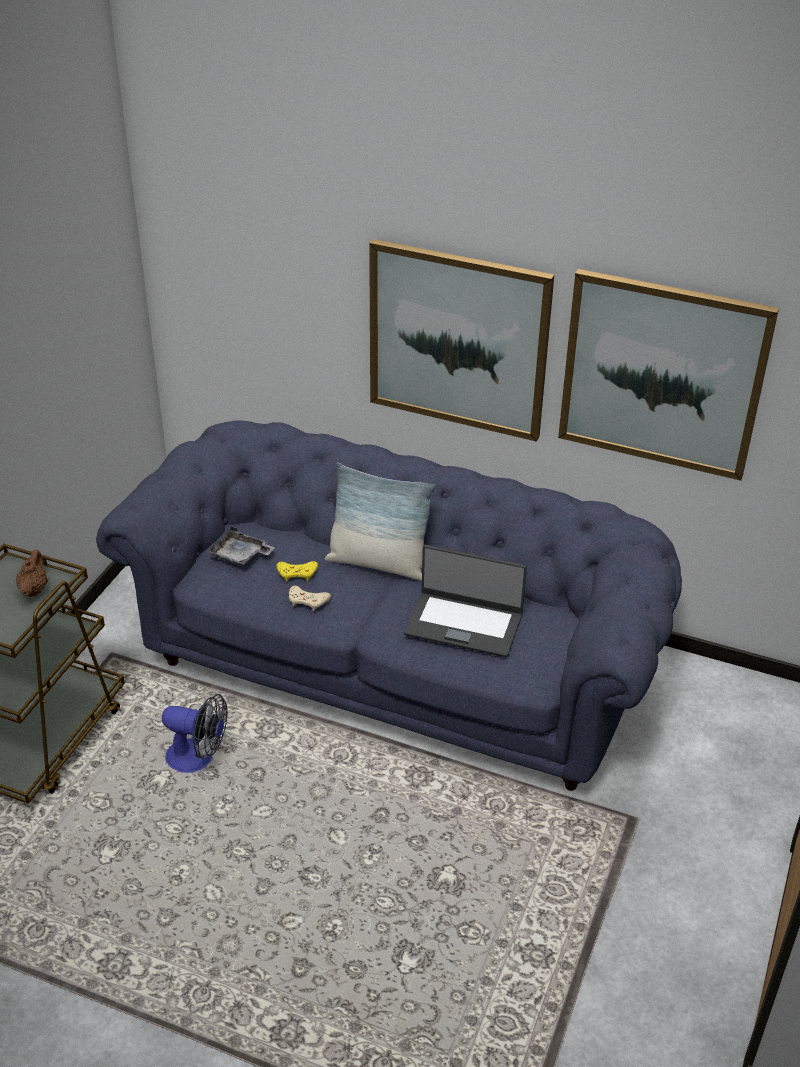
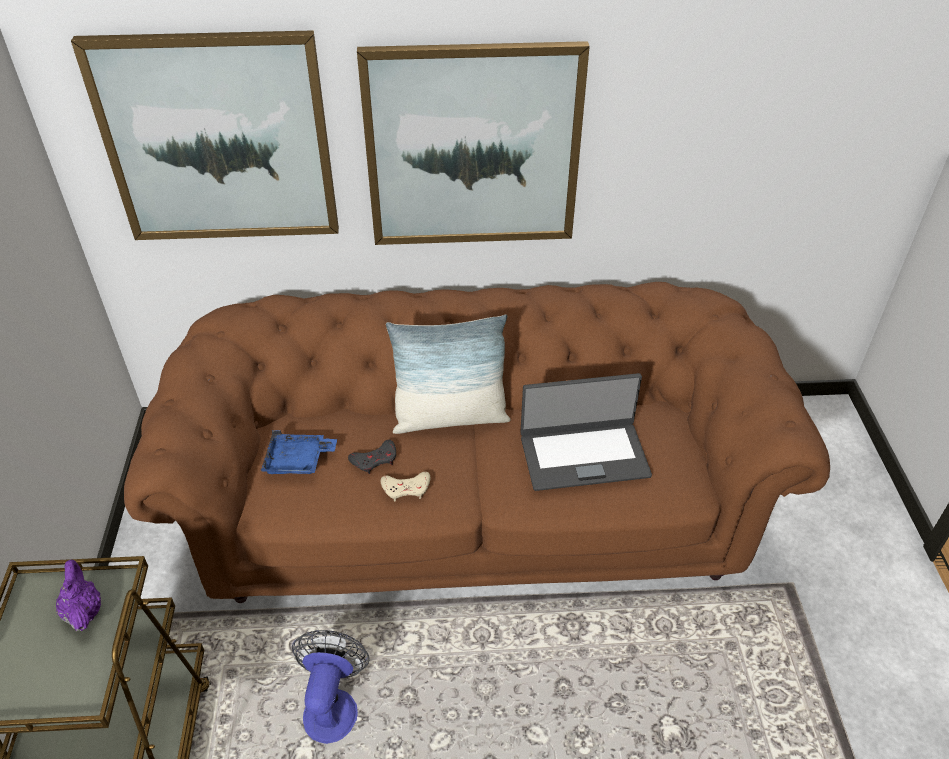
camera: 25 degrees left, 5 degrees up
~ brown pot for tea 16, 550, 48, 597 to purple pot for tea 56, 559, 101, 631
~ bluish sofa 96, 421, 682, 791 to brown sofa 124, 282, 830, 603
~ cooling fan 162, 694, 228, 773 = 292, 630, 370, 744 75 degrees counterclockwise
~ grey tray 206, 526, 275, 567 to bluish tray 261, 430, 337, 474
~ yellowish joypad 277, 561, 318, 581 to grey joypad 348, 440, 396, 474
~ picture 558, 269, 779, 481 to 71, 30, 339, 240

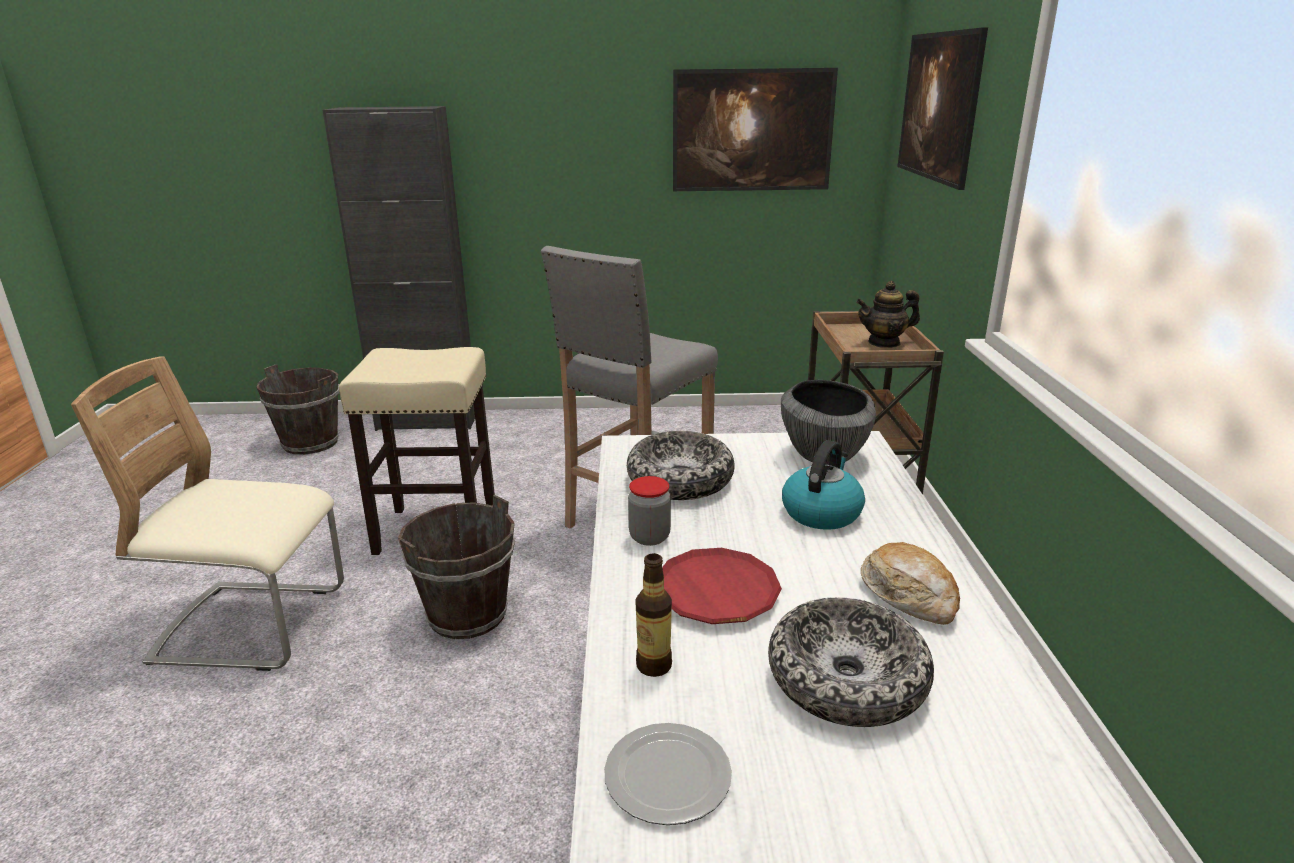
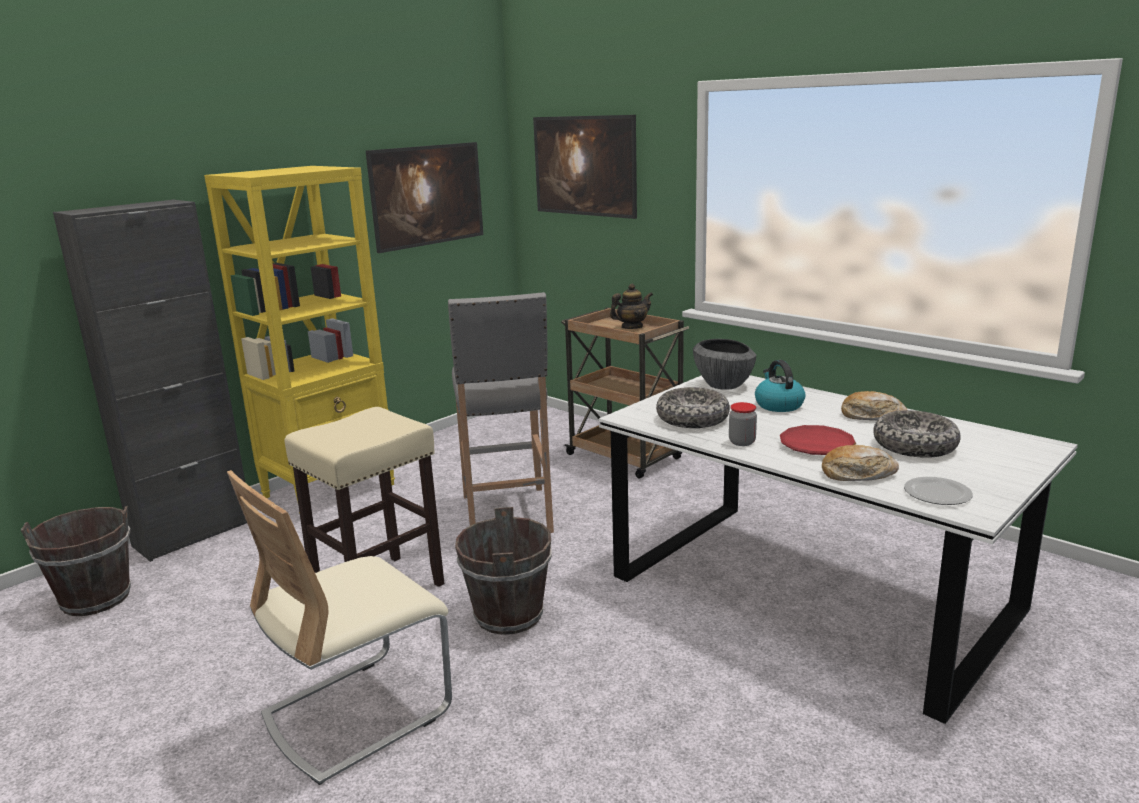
camera: 45 degrees left, 5 degrees down
~ drink bottle 636, 553, 672, 677 to baked bread 822, 445, 899, 481
~ pot for tea 856, 281, 920, 348 = 610, 284, 653, 329 150 degrees counterclockwise
+ yellowish bookshelf 204, 166, 395, 501

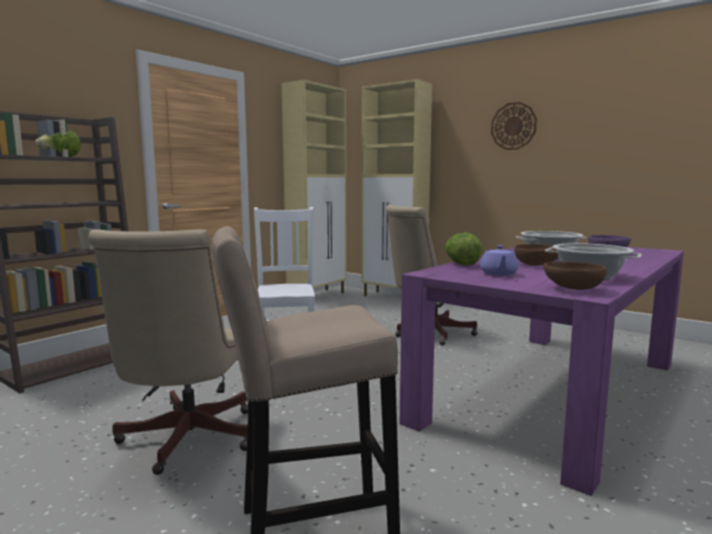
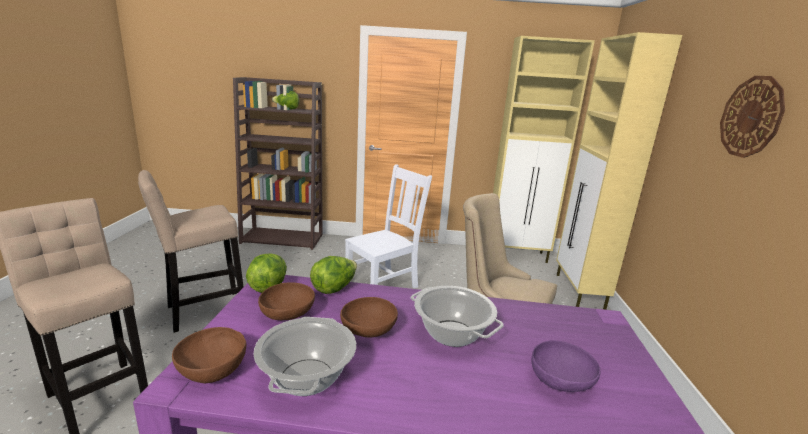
camera: 55 degrees right, 10 degrees up
~ beige-coloured computer chair 88, 229, 248, 475 to beige-coloured stool 138, 170, 244, 333
~ purple pot for tea 480, 245, 519, 276 to brown serving bowl 258, 282, 315, 320
+ lettuce head 246, 253, 287, 293

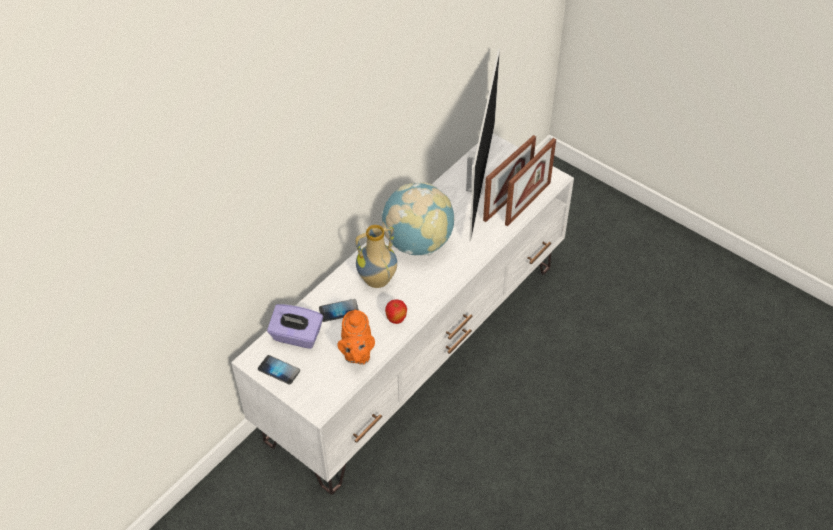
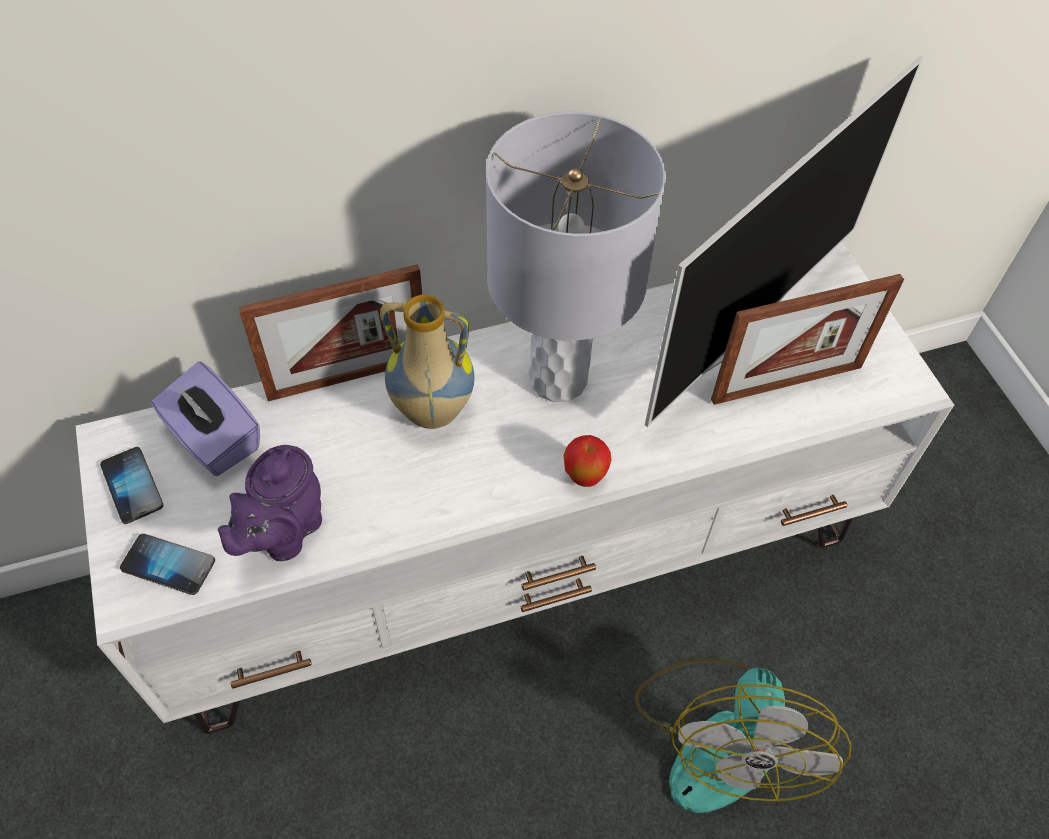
camera: 30 degrees right, 5 degrees up
~ handset 319, 299, 359, 322 to 120, 534, 215, 595
~ orange pot for tea 337, 310, 375, 365 to purple pot for tea 218, 445, 322, 561
~ globe 382, 182, 454, 256 to grey tabletop lamp 486, 112, 666, 402
~ apple 385, 299, 407, 324 to 563, 435, 612, 487
~ standing frame 505, 138, 556, 226 to 238, 264, 422, 401
+ cooling fan 635, 659, 851, 813

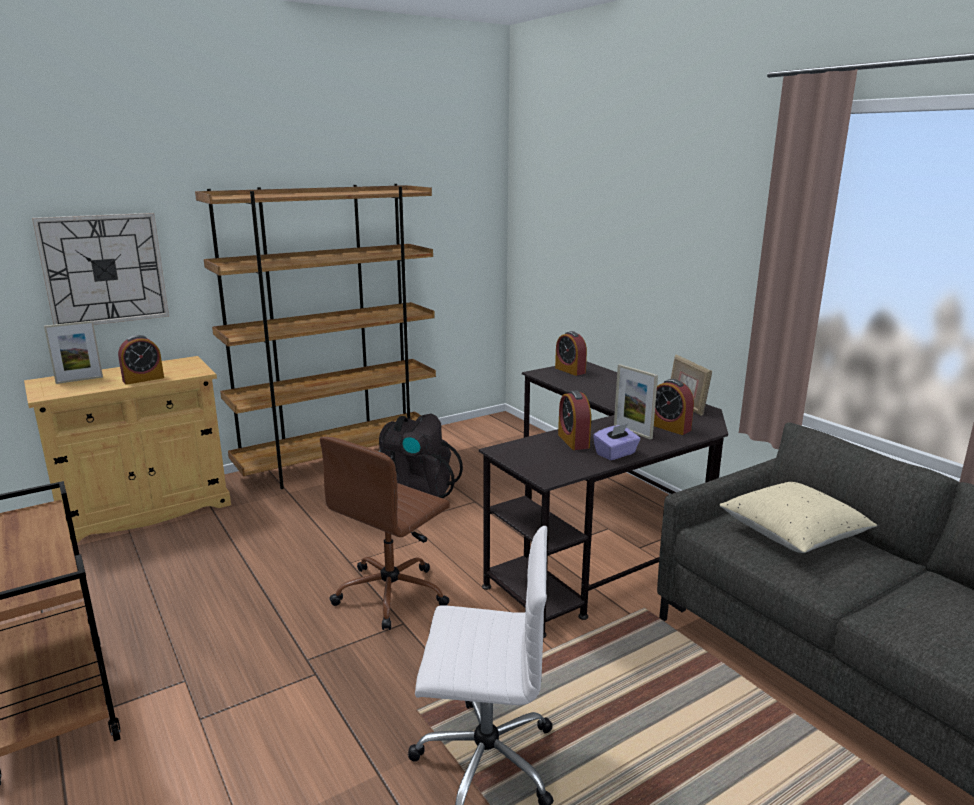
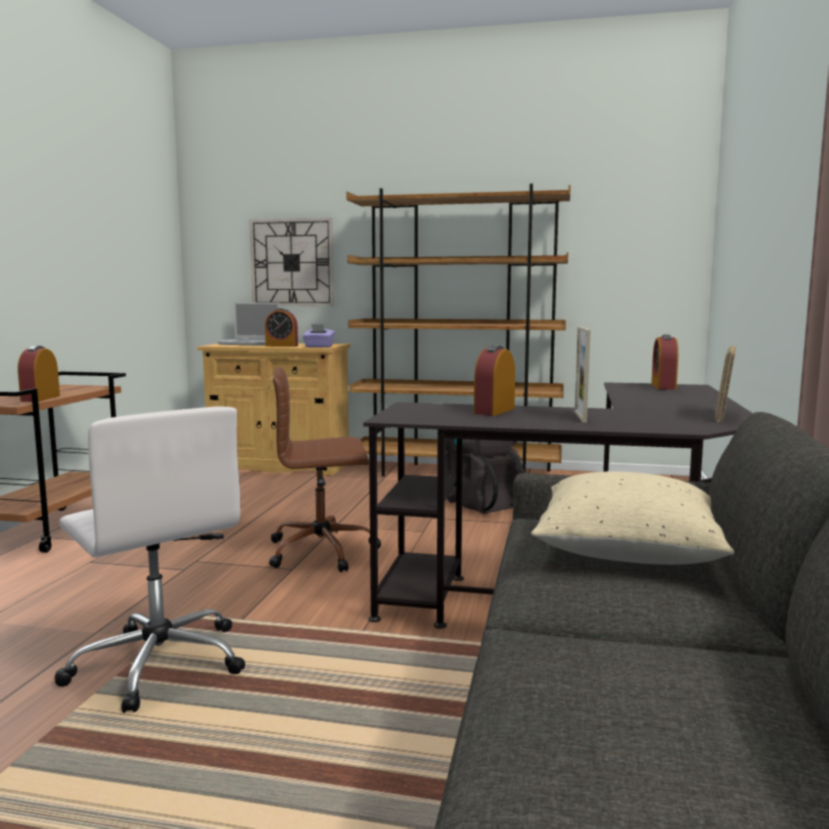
camera: 45 degrees right, 10 degrees down
~ standing frame 44, 321, 103, 384 to portable computer 217, 302, 280, 346
~ purple tissue box 593, 424, 640, 460 to 302, 324, 335, 348
~ bedside clock 654, 379, 694, 435 to 18, 346, 60, 402

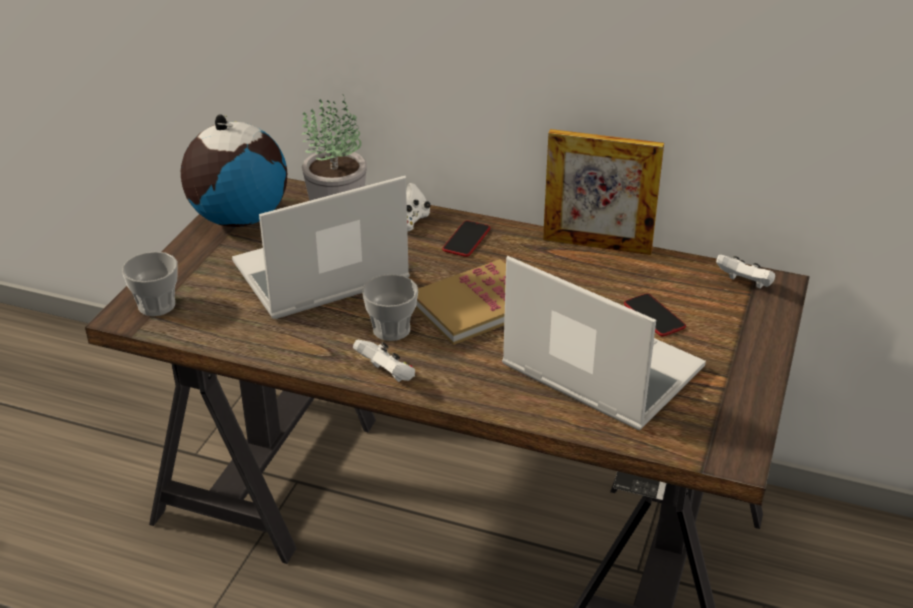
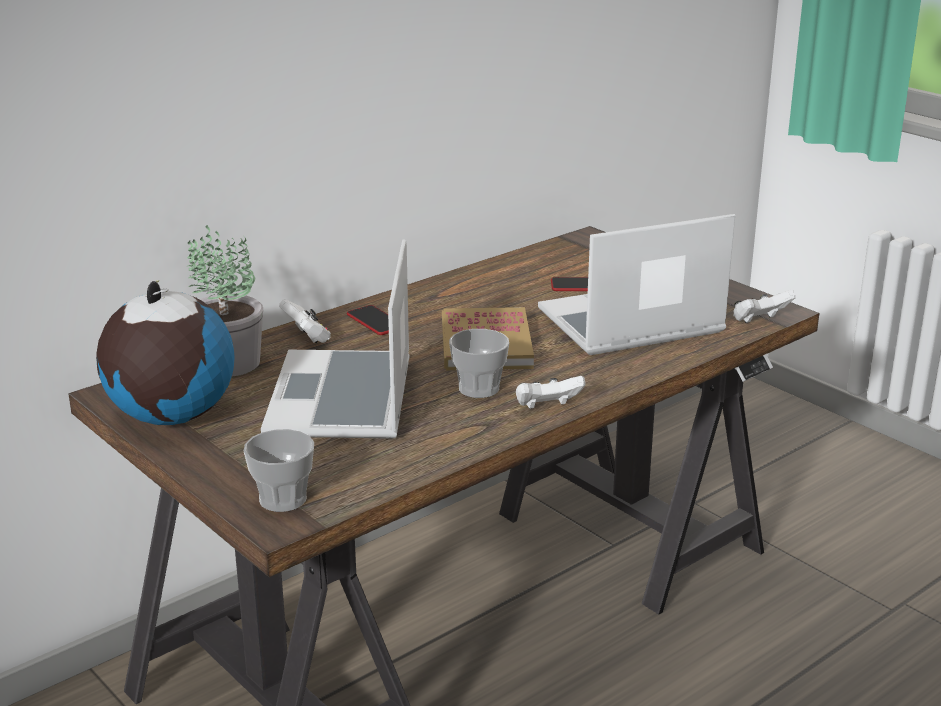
camera: 60 degrees left, 10 degrees down
- standing frame 543, 129, 664, 255
~ white-coloured joypad 716, 255, 775, 289 to 733, 290, 795, 323

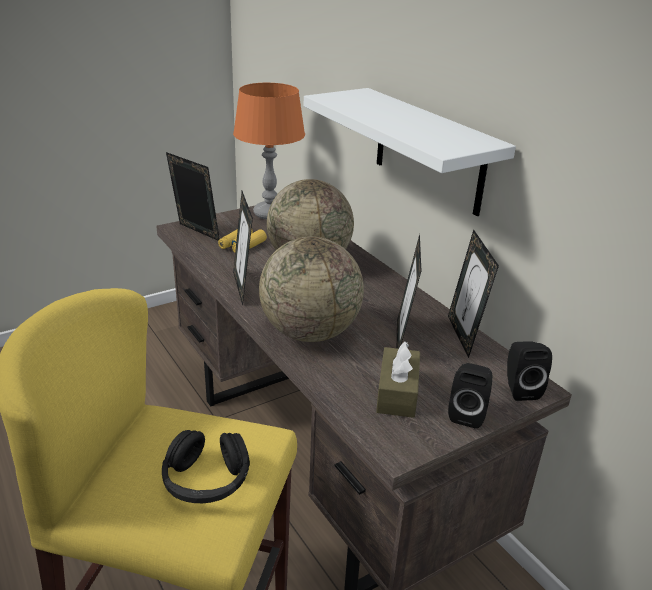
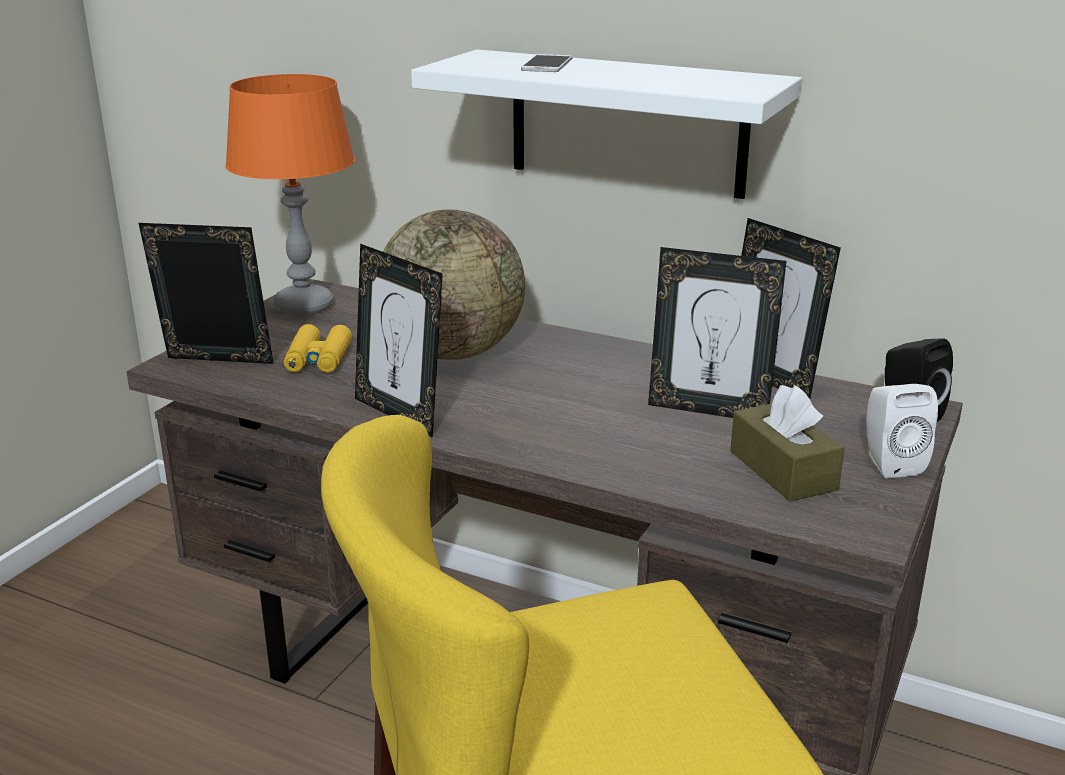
camera: 30 degrees left, 5 degrees down
- blackish headphones 162, 430, 250, 503
- globe 259, 237, 364, 342
~ standing frame 397, 234, 421, 349 = 648, 247, 786, 418 45 degrees counterclockwise
~ blackish audio speaker 448, 363, 492, 428 to white-coloured audio speaker 866, 384, 938, 478
+ handset 521, 54, 573, 72

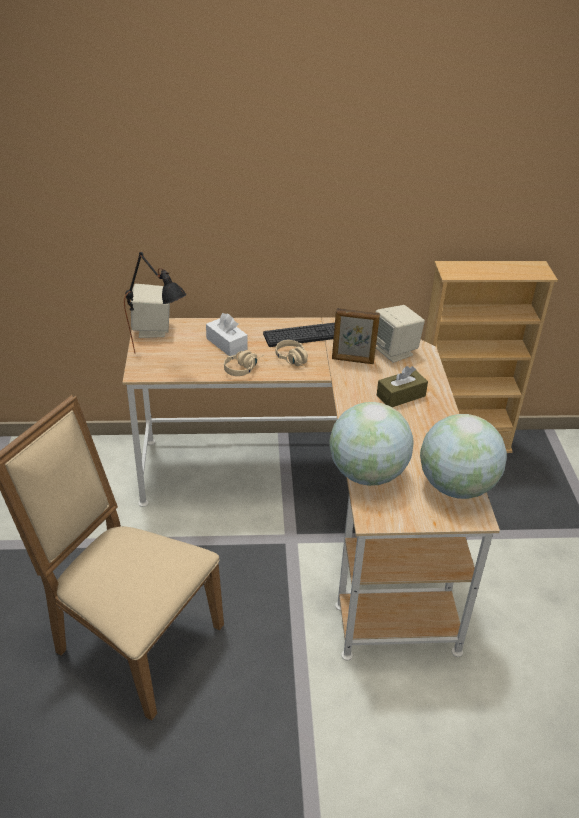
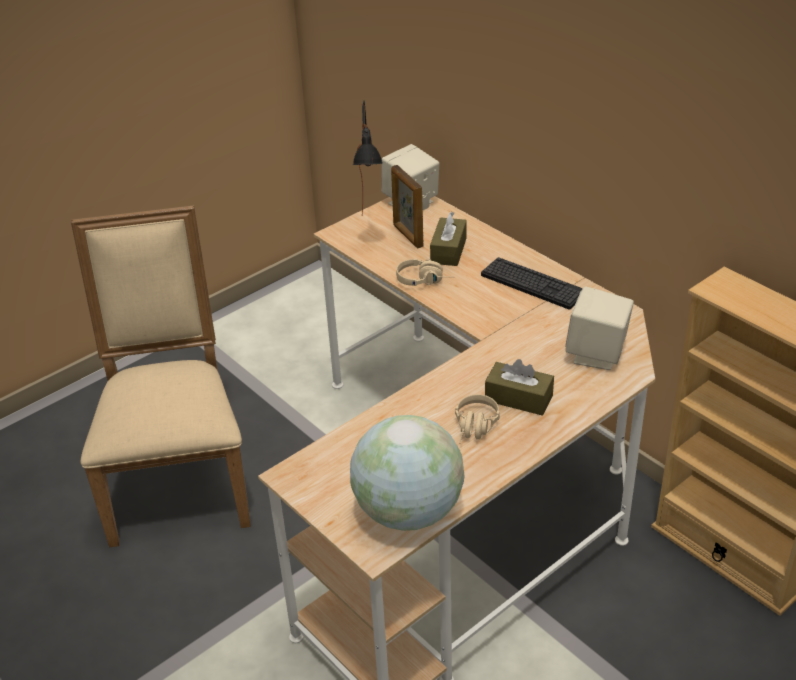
camera: 55 degrees right, 0 degrees up
~ white-coloured tissue box 206, 313, 248, 356 to brown tissue box 430, 212, 467, 266
~ beige-coloured headphones 276, 340, 308, 367 to 455, 394, 500, 444
- globe 329, 402, 414, 486
~ standing frame 332, 308, 380, 364 to 391, 165, 423, 248

